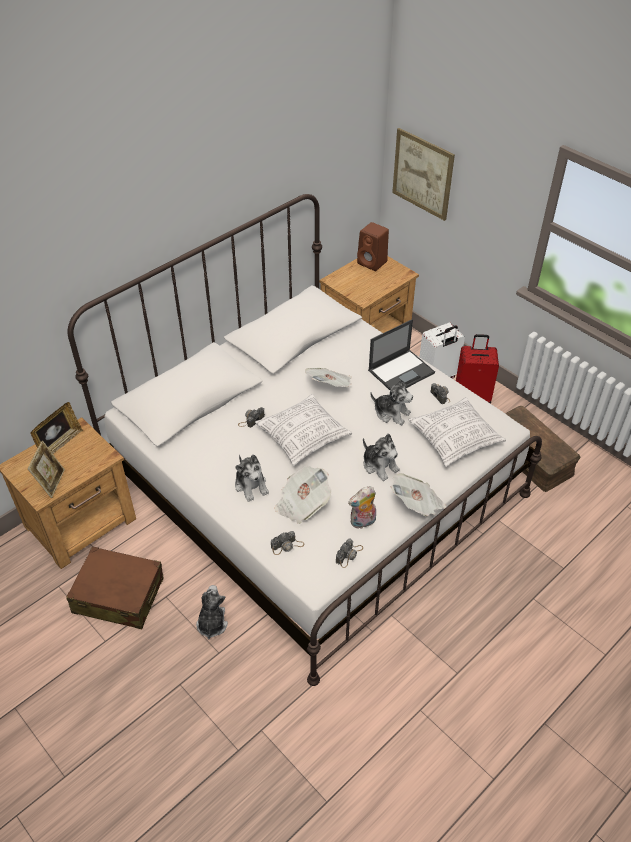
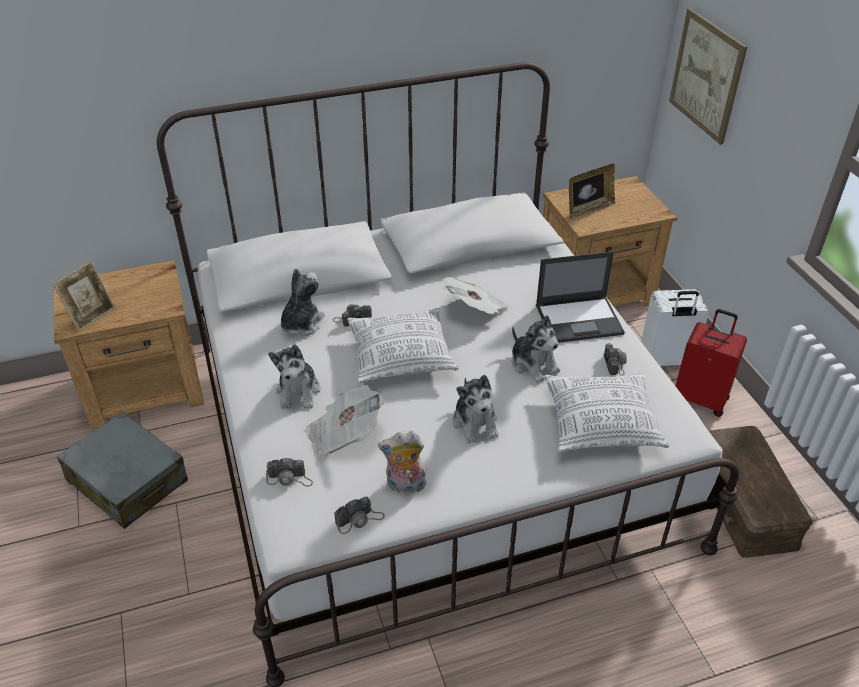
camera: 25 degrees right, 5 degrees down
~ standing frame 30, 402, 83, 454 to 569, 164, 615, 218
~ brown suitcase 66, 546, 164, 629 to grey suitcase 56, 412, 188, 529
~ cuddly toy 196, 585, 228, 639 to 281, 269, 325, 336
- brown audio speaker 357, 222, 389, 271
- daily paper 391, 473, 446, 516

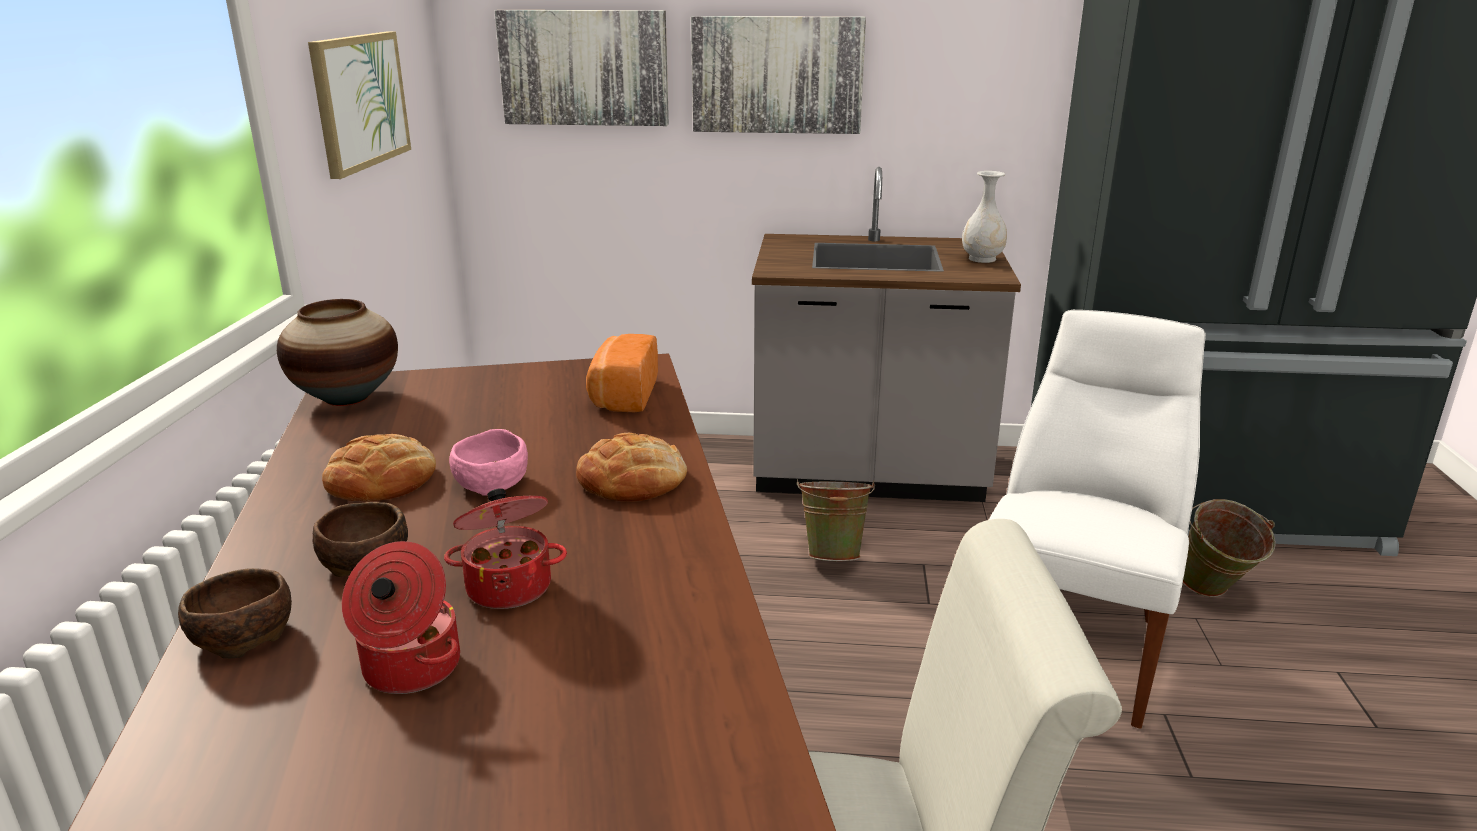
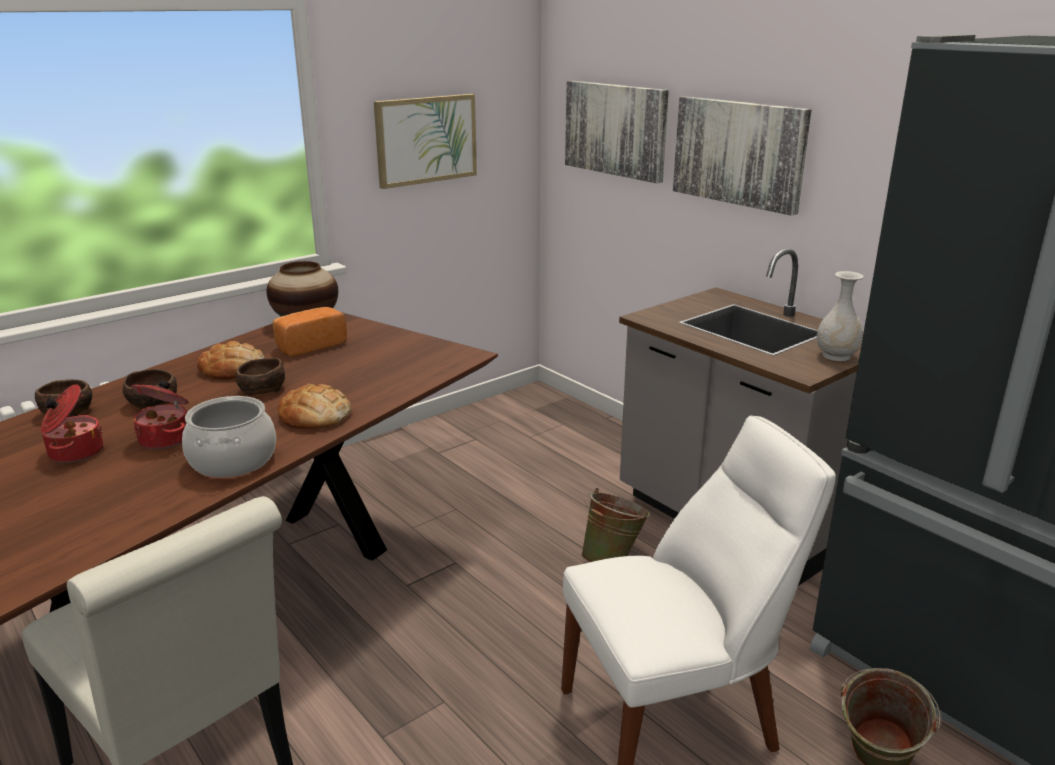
camera: 45 degrees right, 0 degrees up
~ pink serving bowl 449, 429, 528, 496 to brown serving bowl 236, 358, 285, 396
~ baked bread 586, 334, 658, 412 to 273, 307, 347, 356
+ saucepot 182, 396, 276, 478

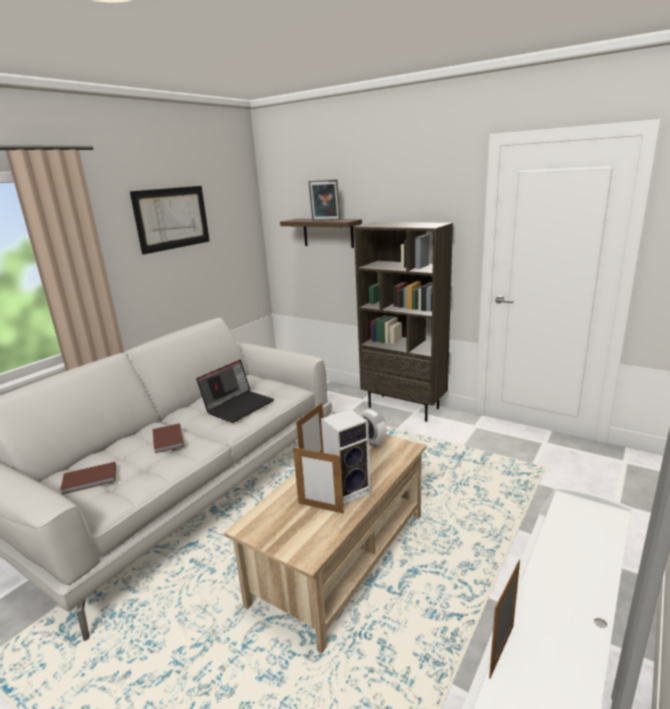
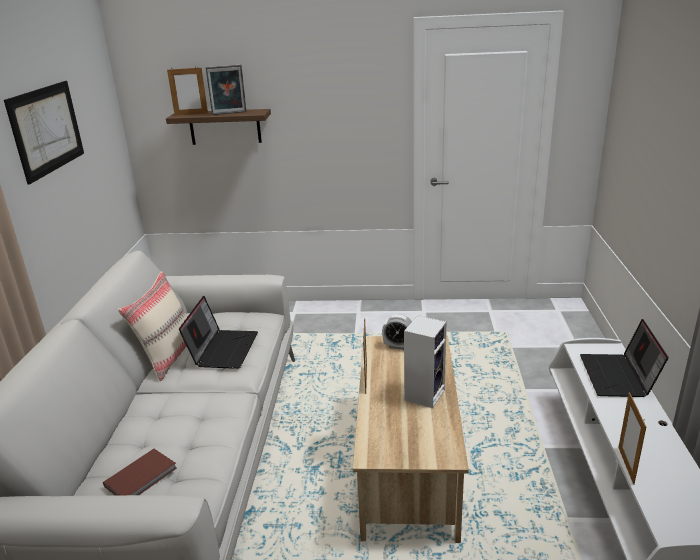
camera: 30 degrees left, 5 degrees up
- brown book 153, 424, 184, 453
~ standing frame 293, 446, 344, 514 to 167, 67, 208, 116
- brown bookshelf 354, 222, 453, 422
+ beige-coloured cushion 118, 271, 187, 381
+ portable computer 580, 319, 669, 397

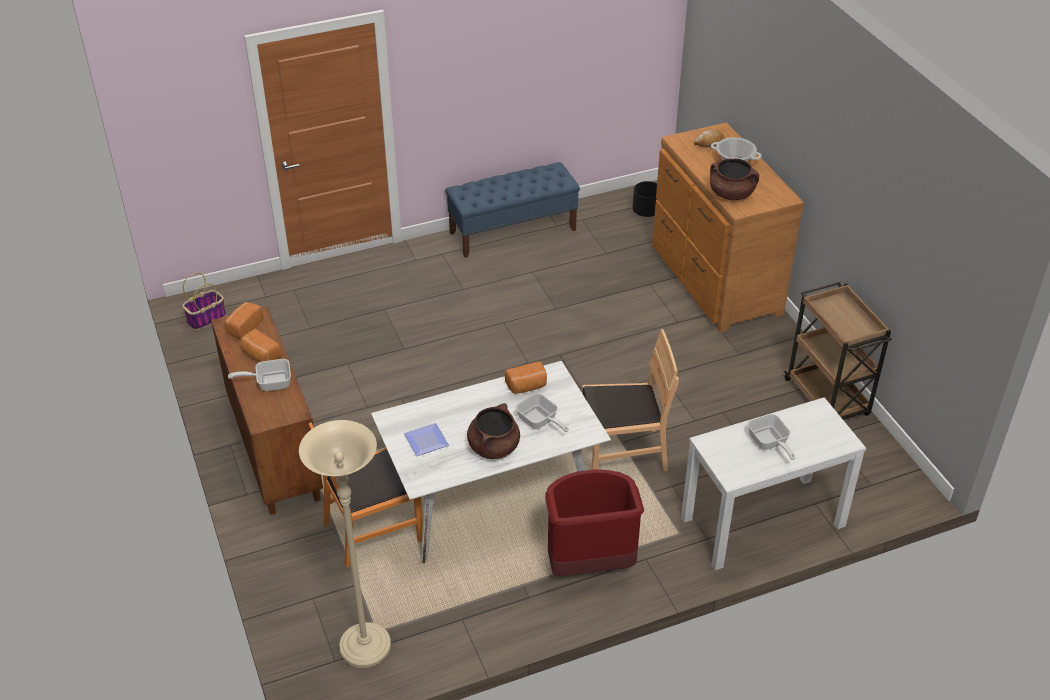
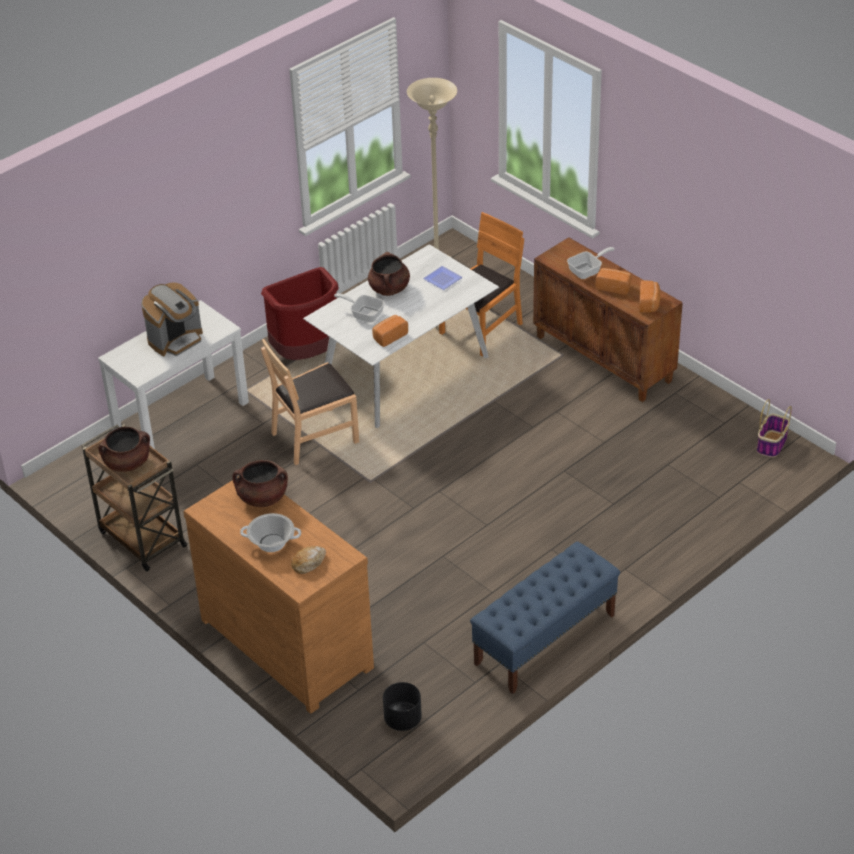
camera: 160 degrees right, 0 degrees up
~ skillet 748, 414, 795, 460 to coffee machine 141, 283, 203, 356
+ brown saucepot 98, 427, 150, 472

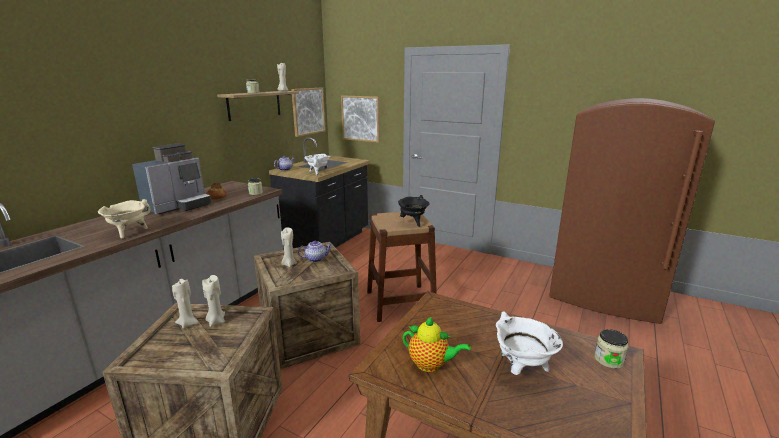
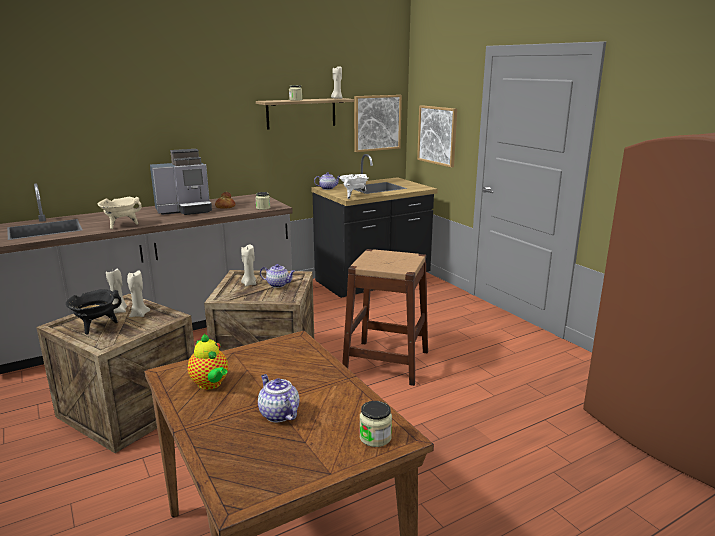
camera: 30 degrees right, 0 degrees up
~ blackish saucepot 398, 195, 429, 227 to 66, 289, 122, 335
~ white-coloured saucepot 496, 311, 563, 375 to pot for tea 258, 374, 300, 422

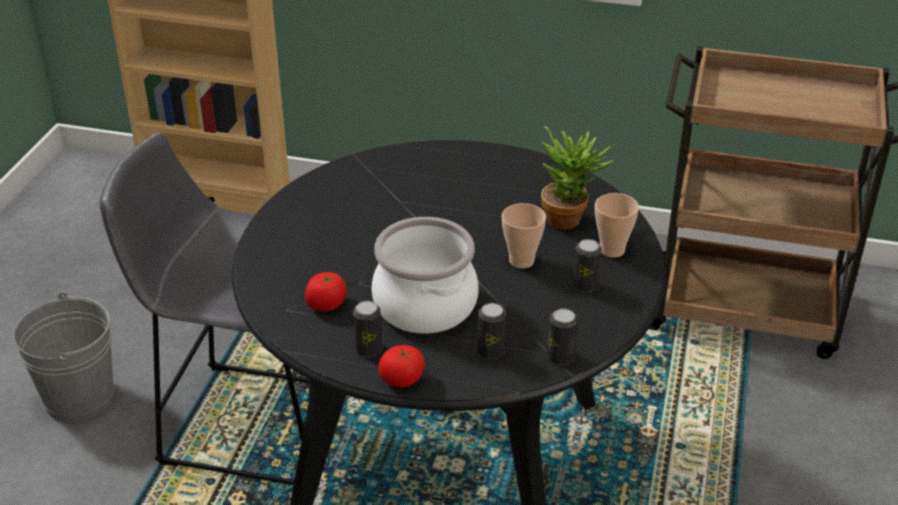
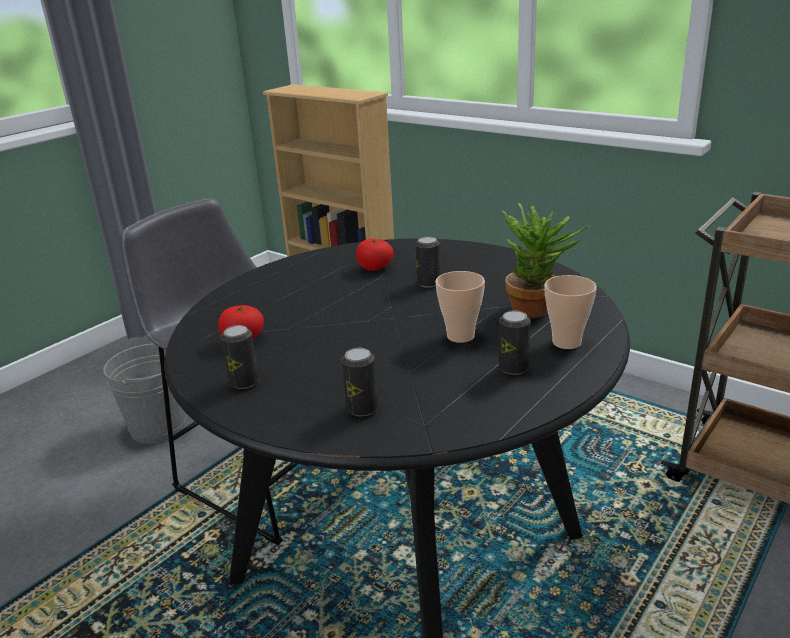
camera: 25 degrees right, 10 degrees down
- saucepot 372, 217, 479, 334
~ fresh tomato 378, 345, 425, 387 to 356, 239, 394, 271
~ sealed can 547, 308, 578, 365 to 415, 236, 440, 288

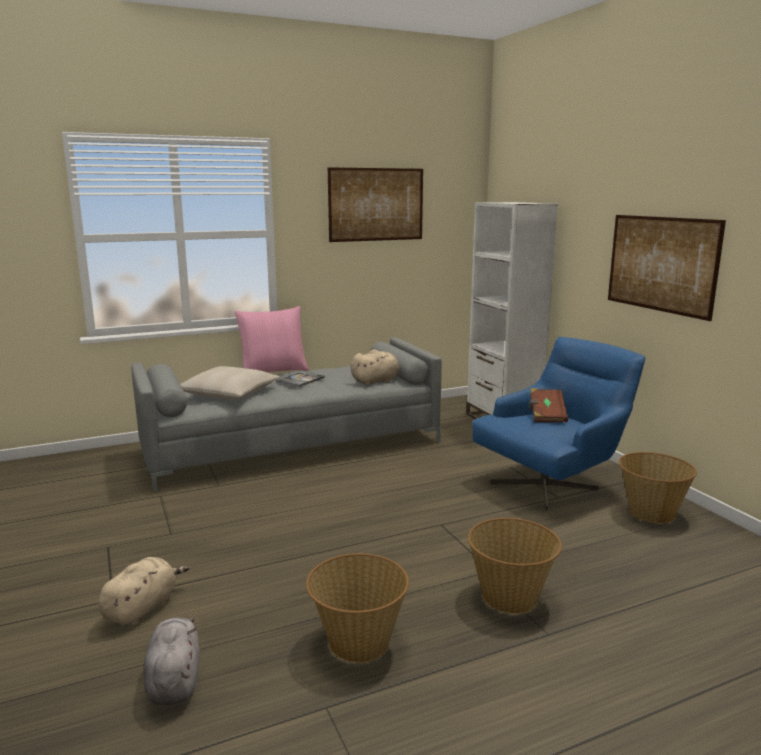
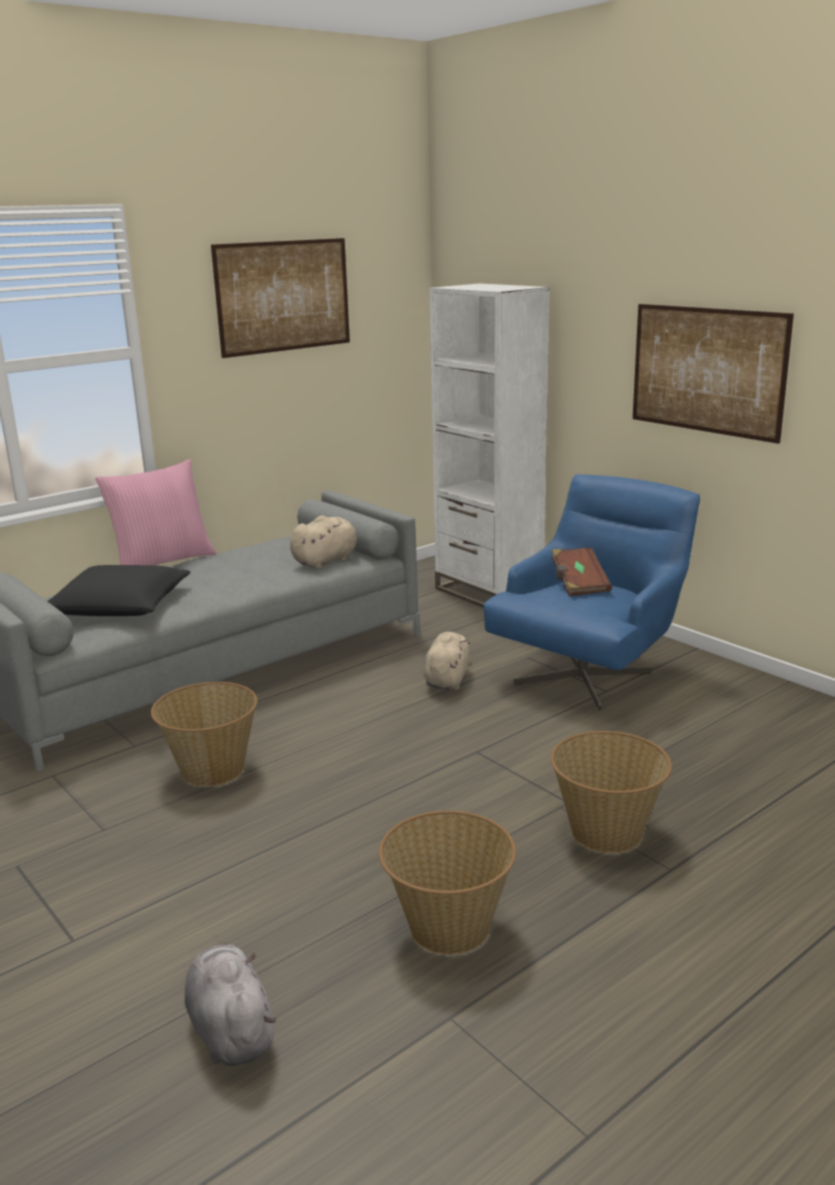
camera: 15 degrees left, 5 degrees up
~ beige-coloured cuddly toy 98, 557, 189, 626 to 423, 632, 470, 690
~ beige-coloured cushion 180, 366, 280, 400 to blackish cushion 47, 565, 191, 616
- book 276, 372, 325, 387
~ storage basket 618, 452, 697, 524 to 151, 682, 258, 787

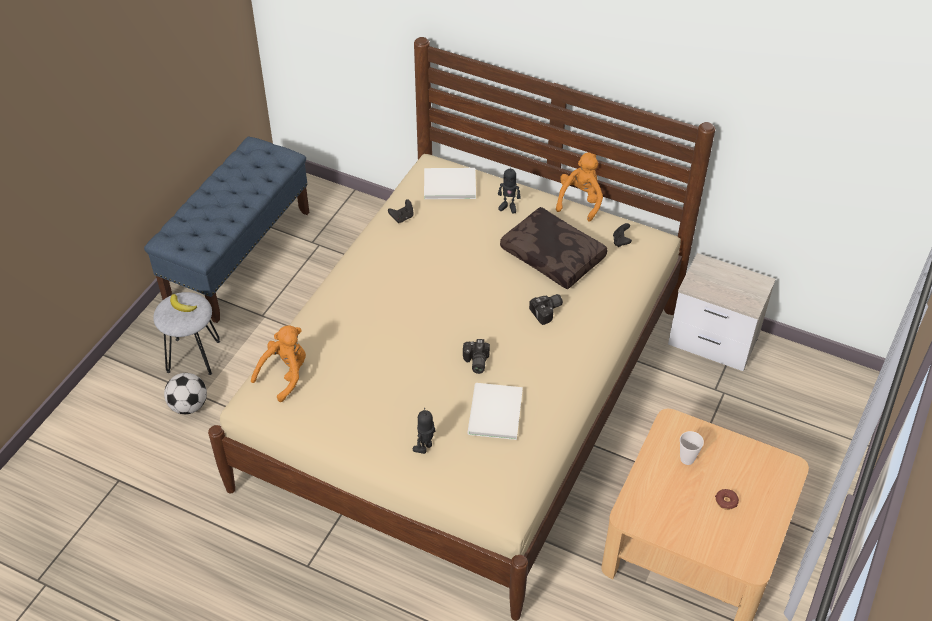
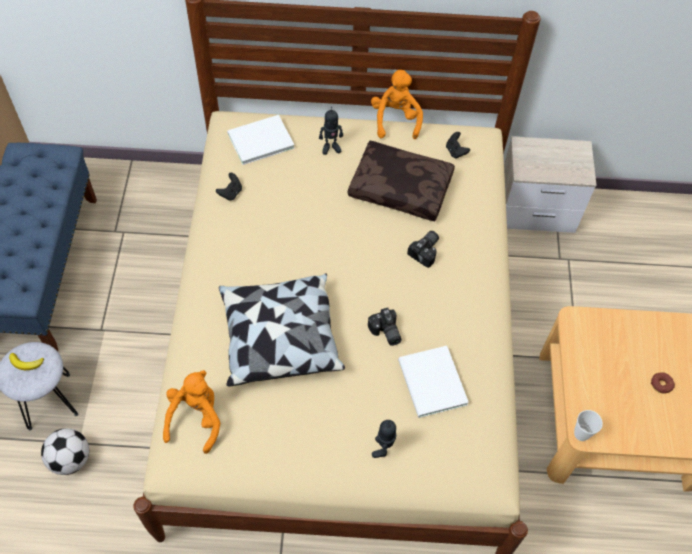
camera: 25 degrees left, 10 degrees up
~ drinking cup 680, 431, 704, 465 to 574, 410, 603, 441
+ cushion 219, 273, 345, 387

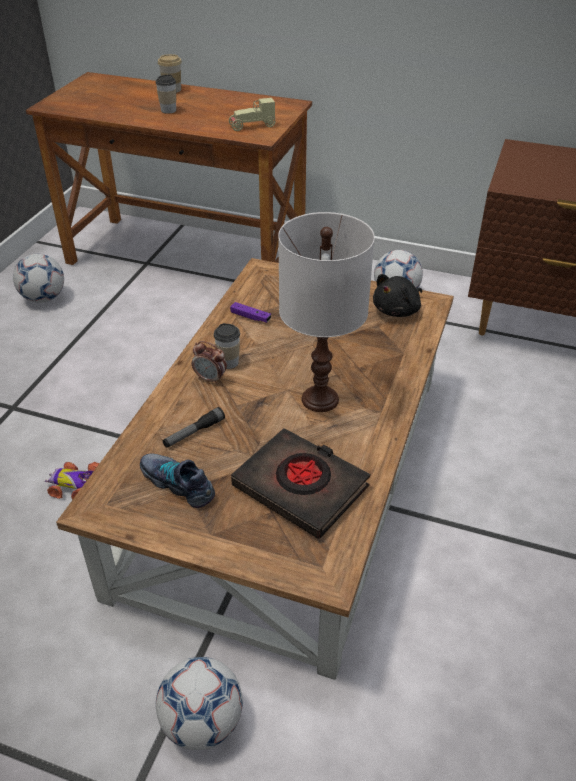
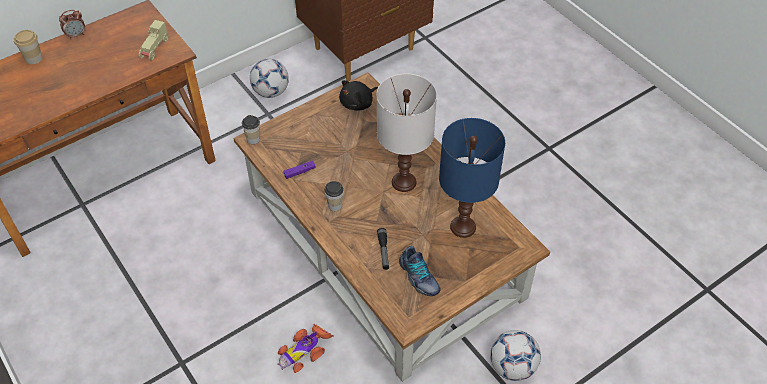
camera: 55 degrees left, 10 degrees up
- ball for football 13, 254, 64, 303
~ low shoe 140, 453, 215, 508 = 399, 246, 441, 296 105 degrees counterclockwise
~ drinking cup 156, 74, 176, 113 to 242, 115, 260, 144
~ bedside clock 192, 341, 227, 385 to 59, 10, 85, 39
~ blackish book 231, 428, 370, 539 to bluish tabletop lamp 439, 118, 505, 238
~ blackish cuddly toy 373, 274, 422, 317 = 339, 80, 378, 111 60 degrees clockwise

